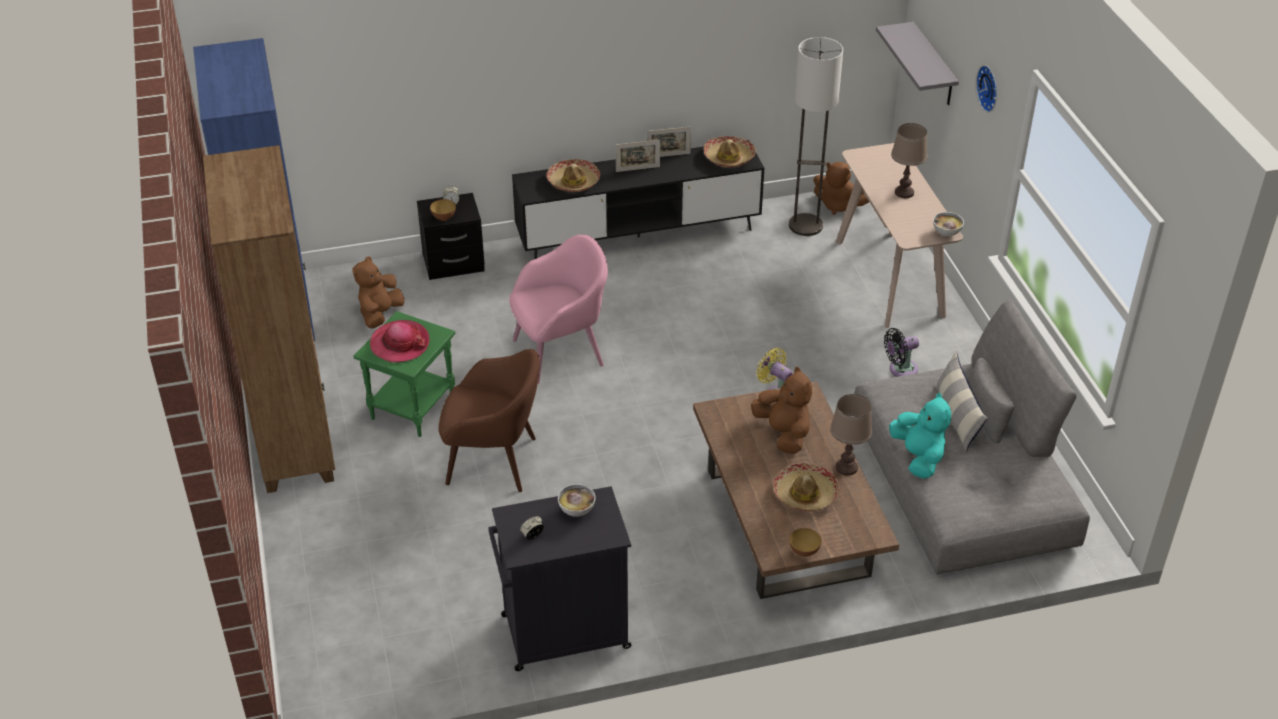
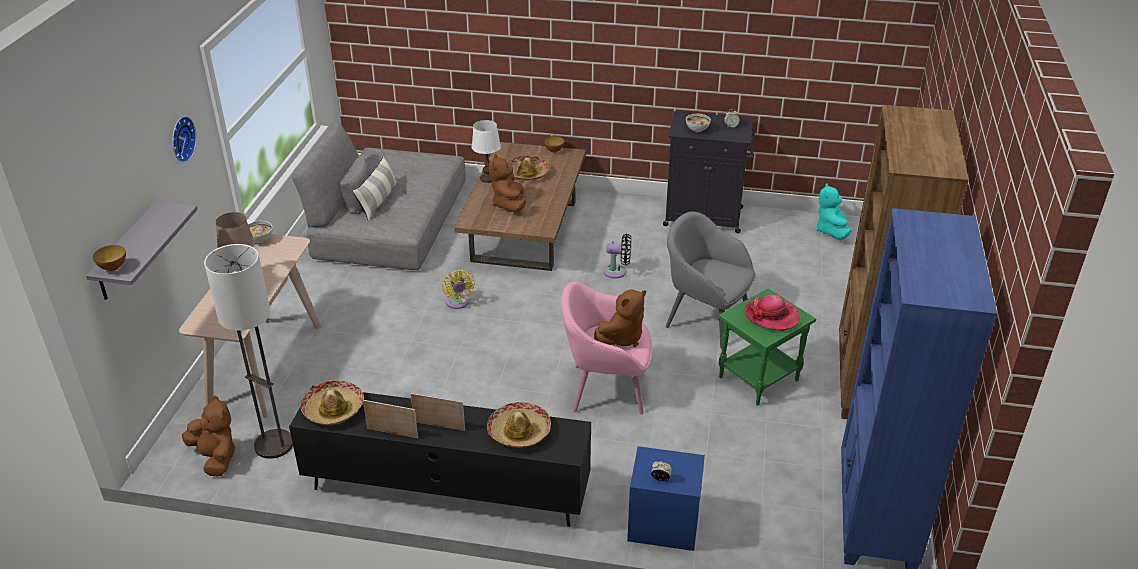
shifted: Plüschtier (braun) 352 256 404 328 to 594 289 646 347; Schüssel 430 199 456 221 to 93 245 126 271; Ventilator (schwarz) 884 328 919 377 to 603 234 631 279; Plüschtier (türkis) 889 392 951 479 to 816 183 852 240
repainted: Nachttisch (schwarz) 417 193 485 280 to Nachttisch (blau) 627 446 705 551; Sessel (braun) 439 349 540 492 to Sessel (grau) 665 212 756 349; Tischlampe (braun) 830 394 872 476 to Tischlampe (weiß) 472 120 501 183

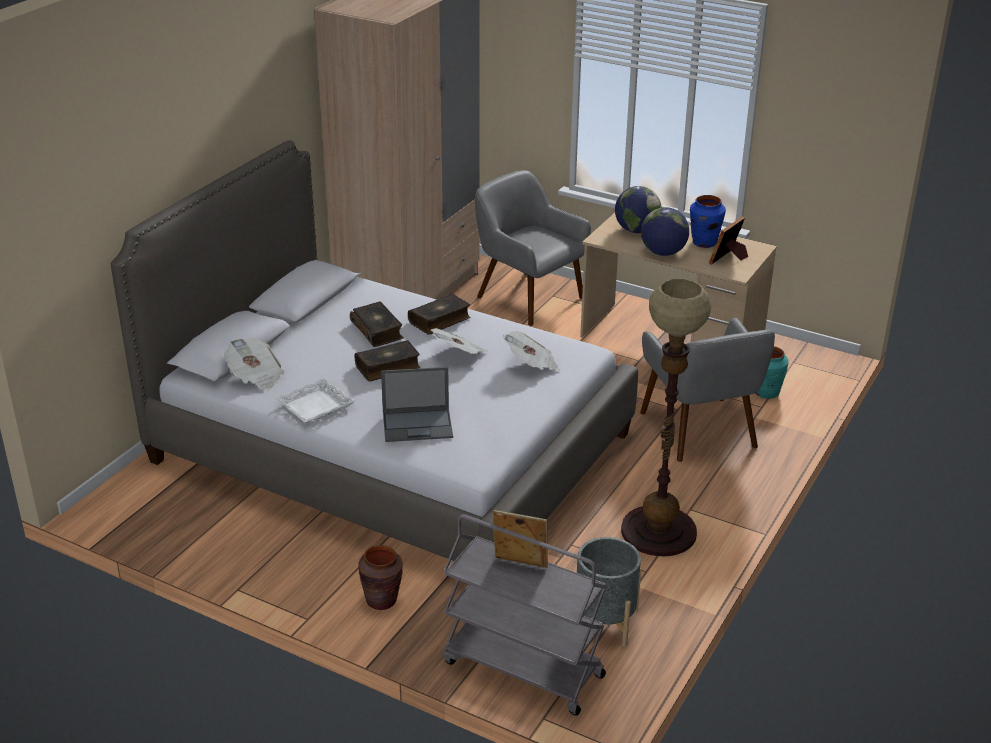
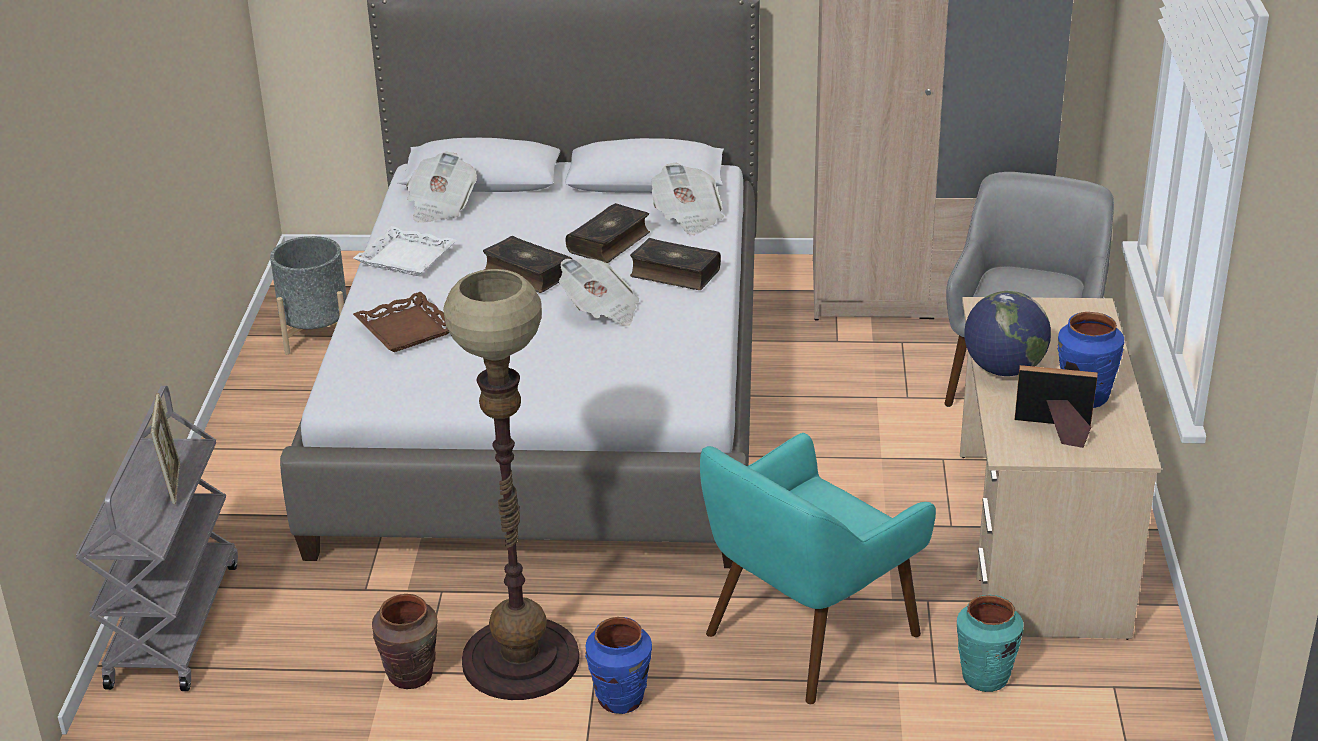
gone: Globus 615 186 662 233
new: Vase (blau) 585 617 652 714
shifted: Vase (braun) 358 545 403 610 to 372 594 438 689; Zeitung 503 332 560 371 to 651 163 724 235; Pflanzkübel (grau) 577 537 641 647 to 270 236 347 355
swapped: Laptop 381 367 453 442 to Tablett (braun) 353 292 449 352
repainted: Sessel (grau) 640 318 775 462 to Sessel (türkis) 700 433 936 705

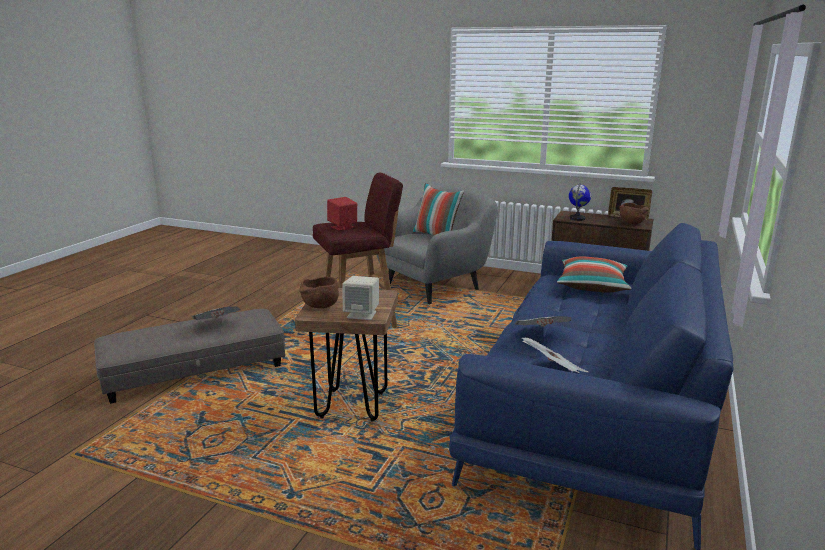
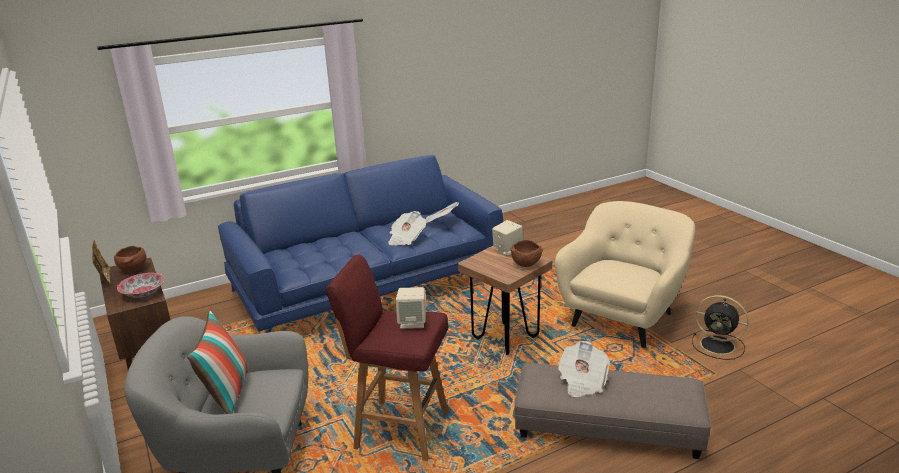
gone: Kissen 557 256 632 293
new: Sessel (beige) 555 201 695 348; Ventilator (schwarz) 692 295 749 360
swapped: Globus 569 183 591 221 to Schüssel 117 273 164 298
repainted: Lautsprecher (rot) 327 197 357 231 to Lautsprecher (beige) 396 287 426 329

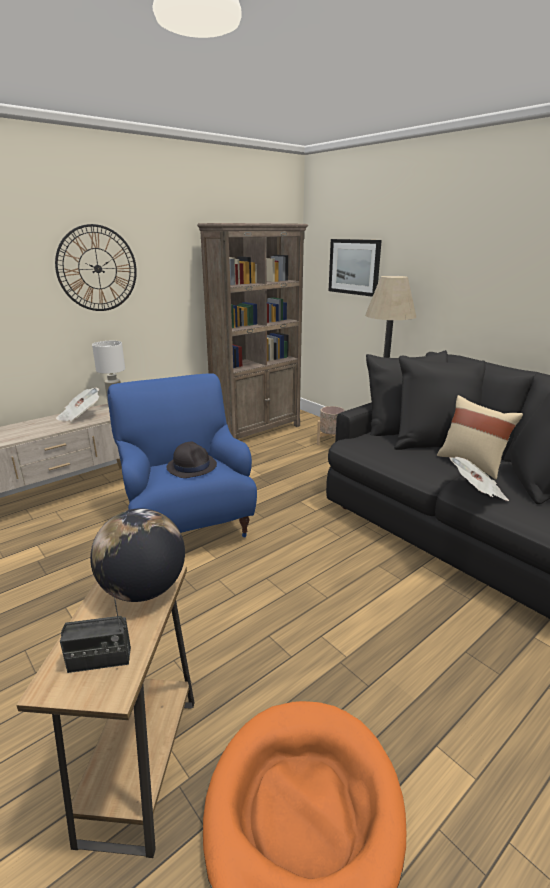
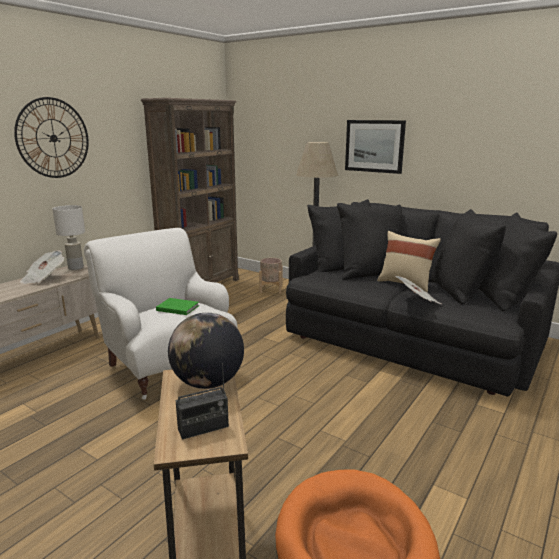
shifted: Bild 329 239 382 297 to 345 120 406 174
swapped: Hut (schwarz) 166 442 217 478 to Buch (grün) 156 298 199 315
repainted: Sessel (blau) 107 373 257 537 to Sessel (weiß) 84 228 237 400

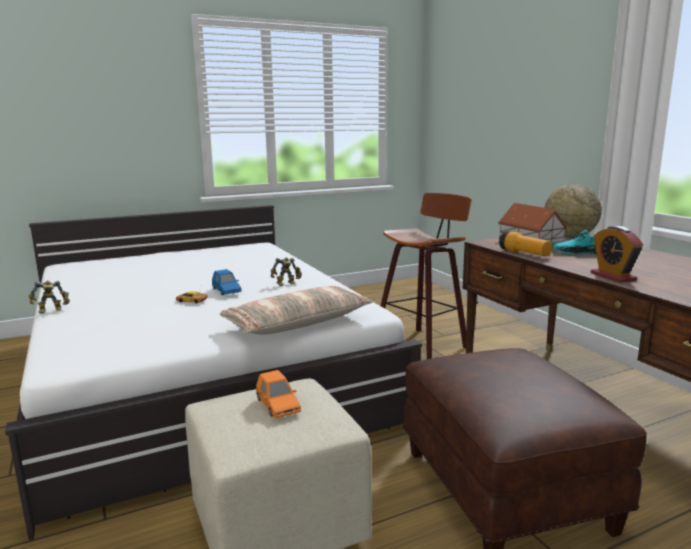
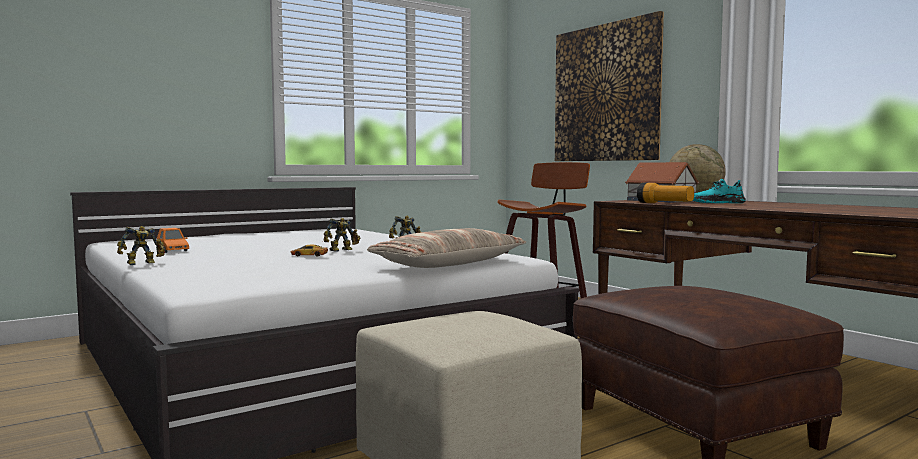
gone: Wecker 591 226 643 283
new: Bild 555 11 664 161
shifted: Spielzeugauto (orange) 256 370 301 418 to 157 228 189 253
swapped: Spielzeugauto (blau) 212 269 242 295 to Spielzeugroboter 324 218 360 252

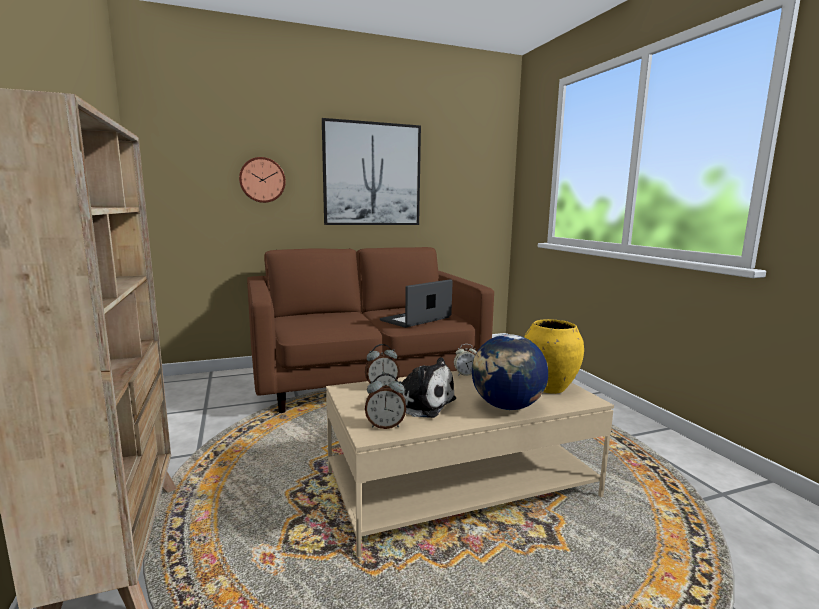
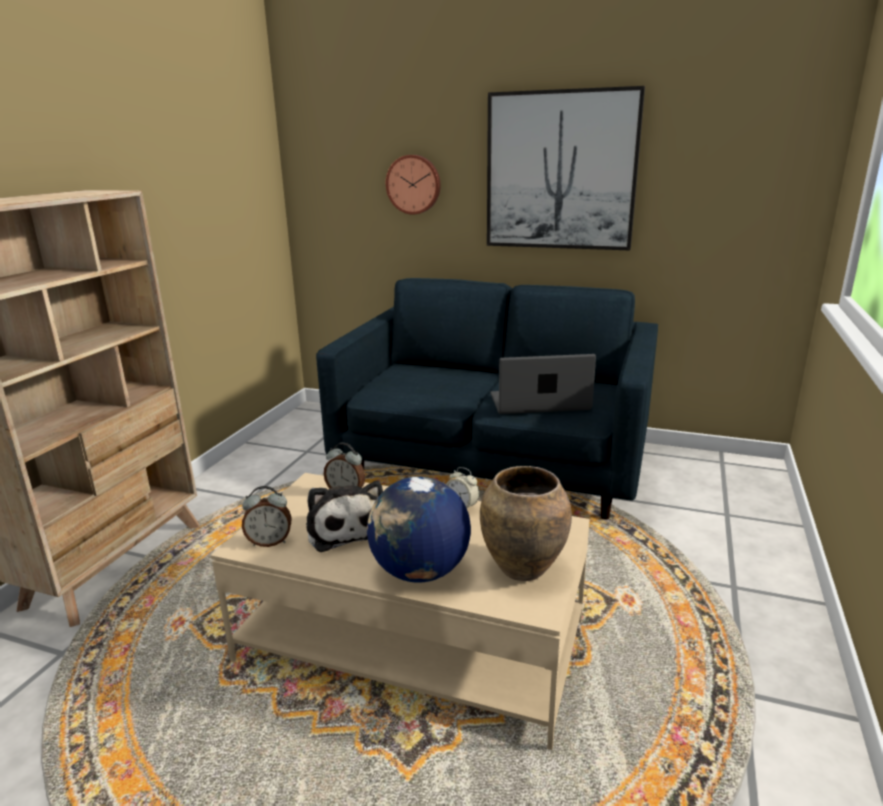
repainted: Sofa (braun) 247 247 494 413 to Sofa (blau) 316 278 658 520; Vase (gelb) 524 319 584 394 to Vase (braun) 480 466 572 581
rotated: Wecker 365 374 406 429 = 242 486 292 547 45 degrees counterclockwise

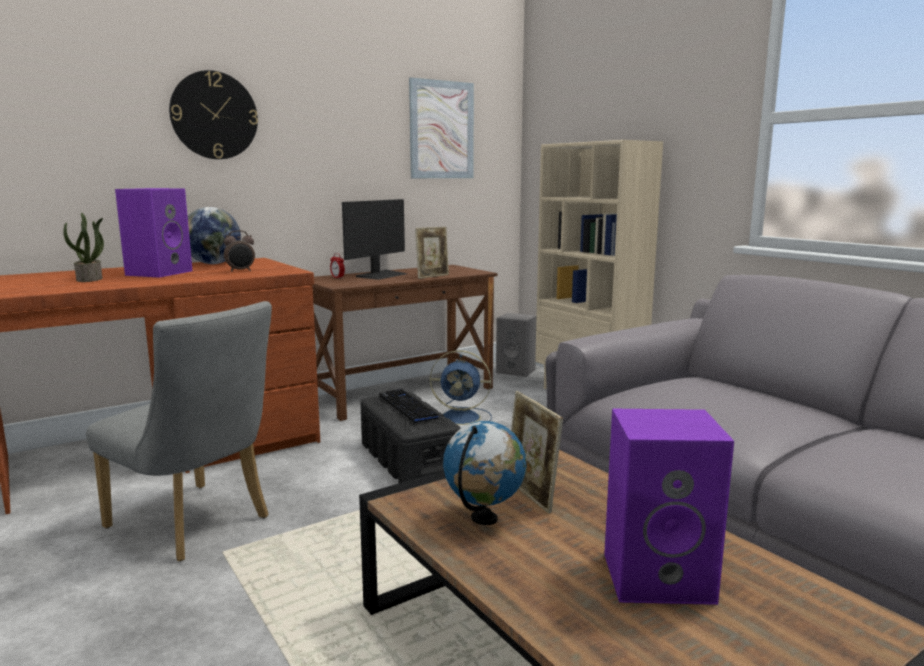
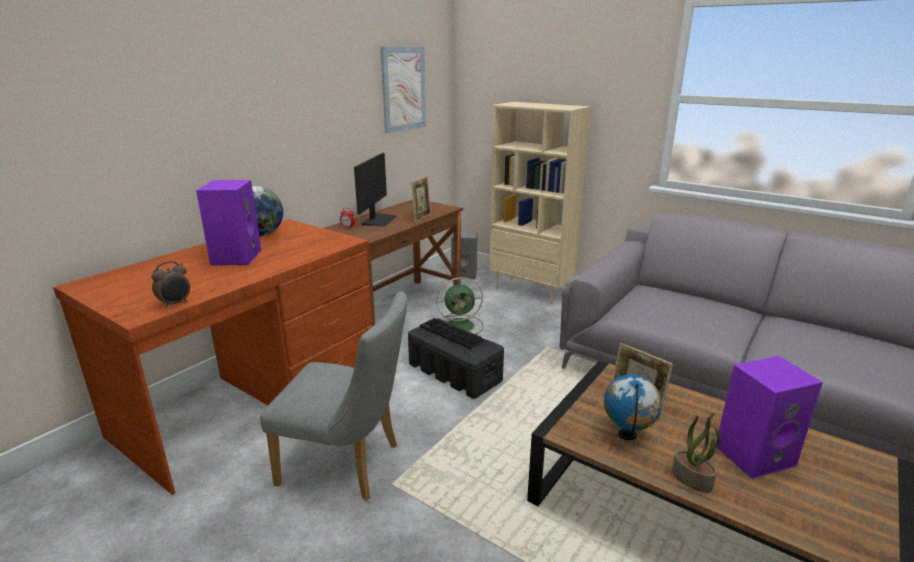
gone: Wanduhr 169 70 258 159
shifted: Topfpflanze 63 213 104 282 to 672 412 721 493; Wecker 224 230 255 272 to 152 261 190 308
repainted: Ventilator (blau) 430 350 492 425 to Ventilator (grün) 436 277 483 334

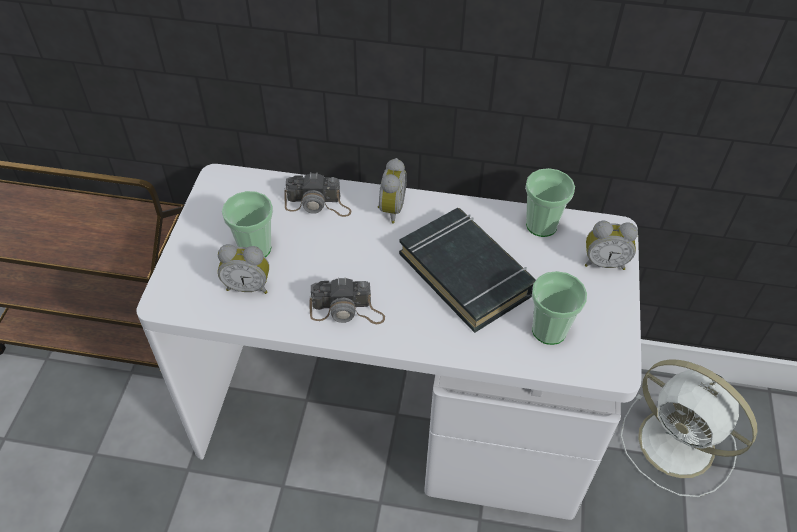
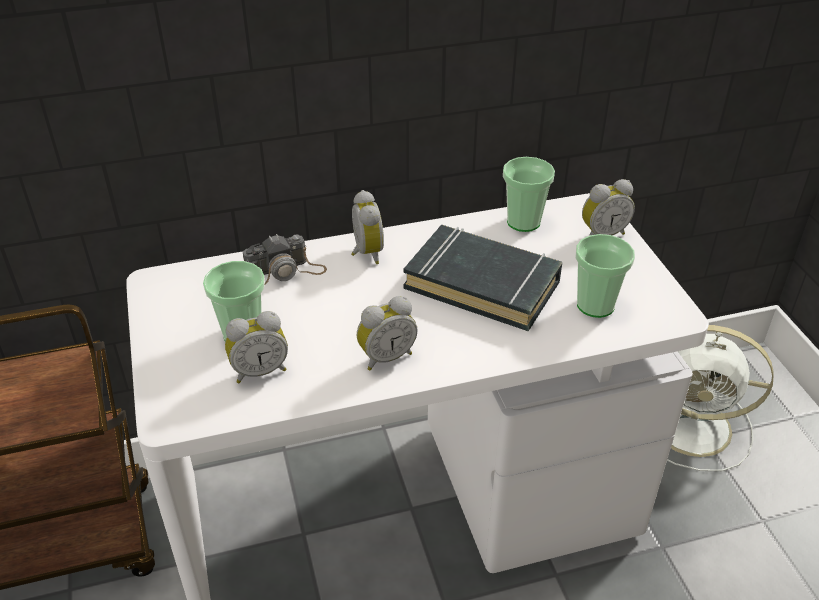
swapped: Kamera 309 277 385 324 to Wecker 357 296 418 371

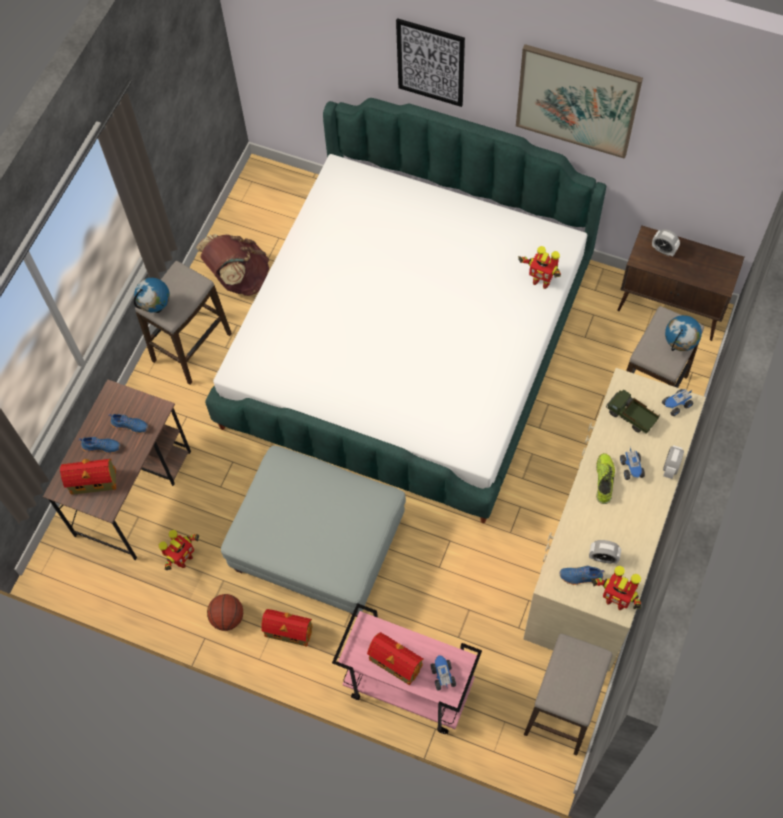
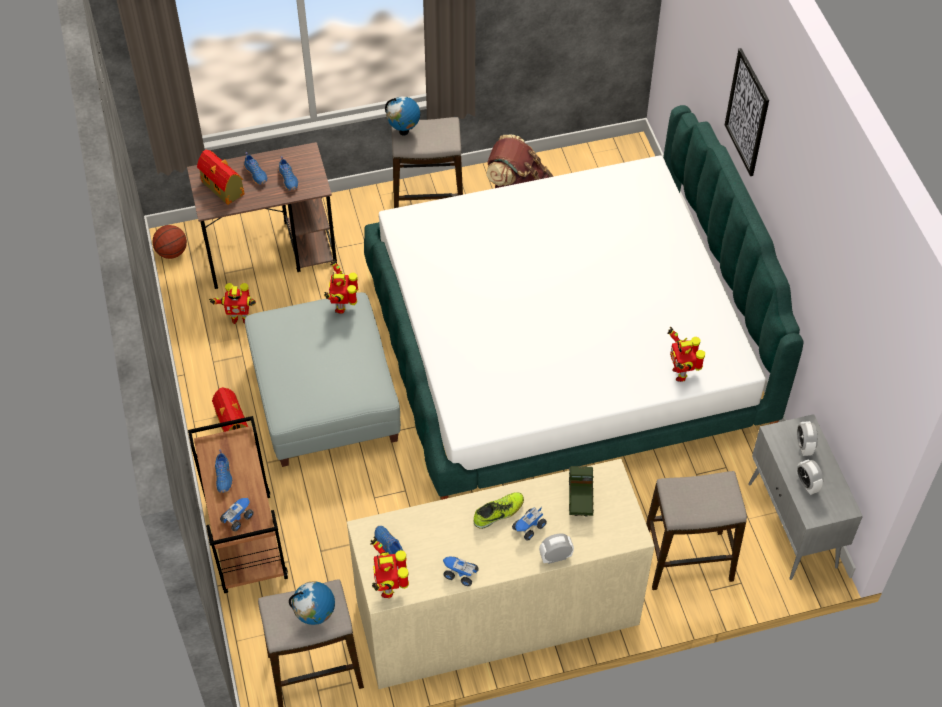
gone: Bild 516 44 643 159
new: Spielzeugroboter 324 259 359 314
shifted: Basketball 207 594 243 631 to 152 225 187 259; Wecker 589 540 621 564 to 796 459 823 495; Spielzeuglaster 662 389 693 416 to 443 556 479 586; Globus 665 315 702 351 to 289 581 335 625
swapped: Spielzeughaus 367 633 424 685 to Schuh (blau) 215 450 233 493
repainted: Rollwagen (rosa) 332 603 482 734 to Rollwagen (braun) 188 416 288 593; Schrank (braun) 617 225 744 341 to Schrank (grau) 748 414 863 580

